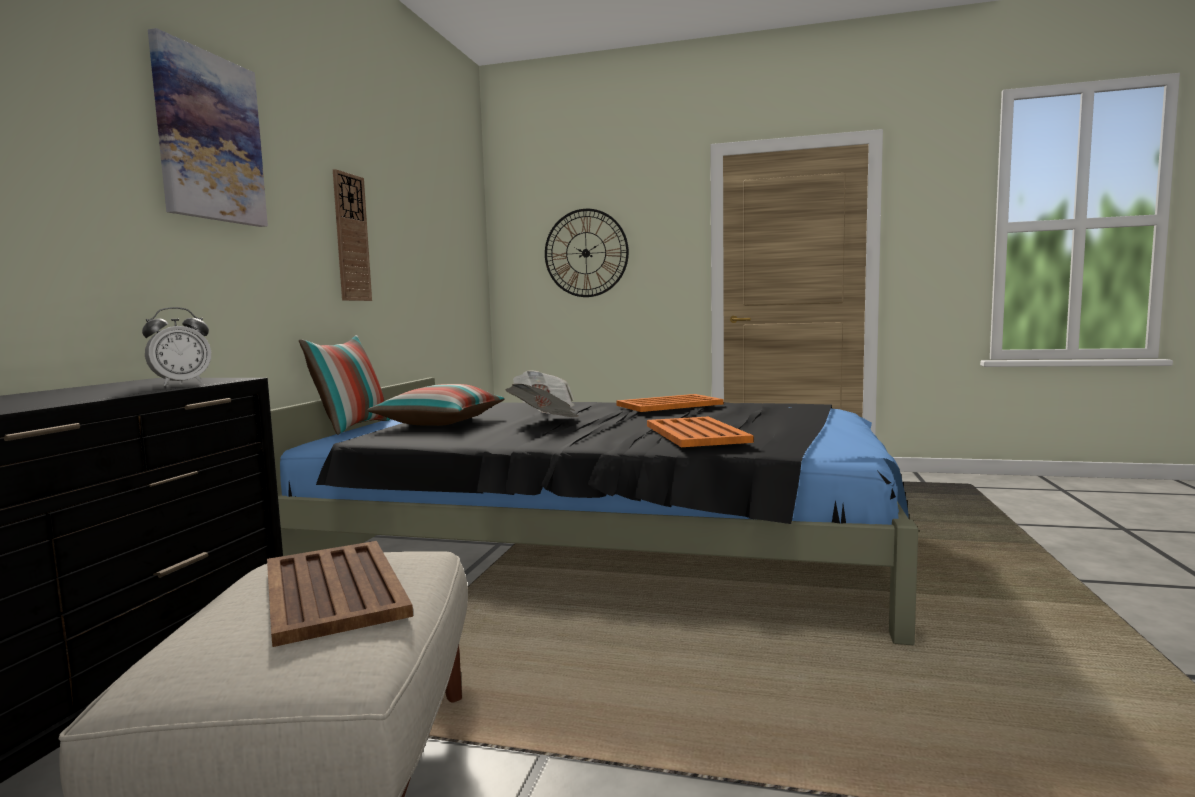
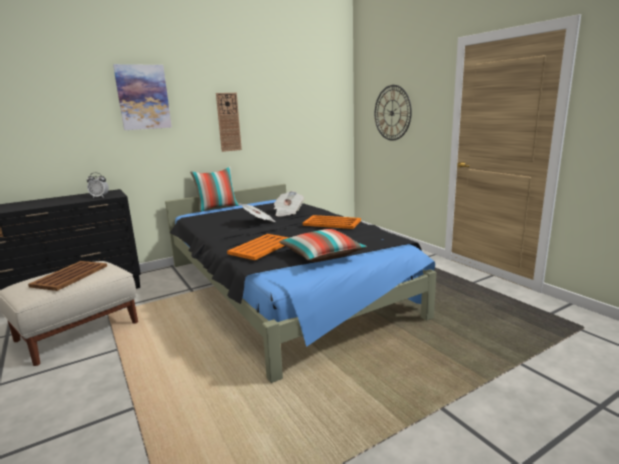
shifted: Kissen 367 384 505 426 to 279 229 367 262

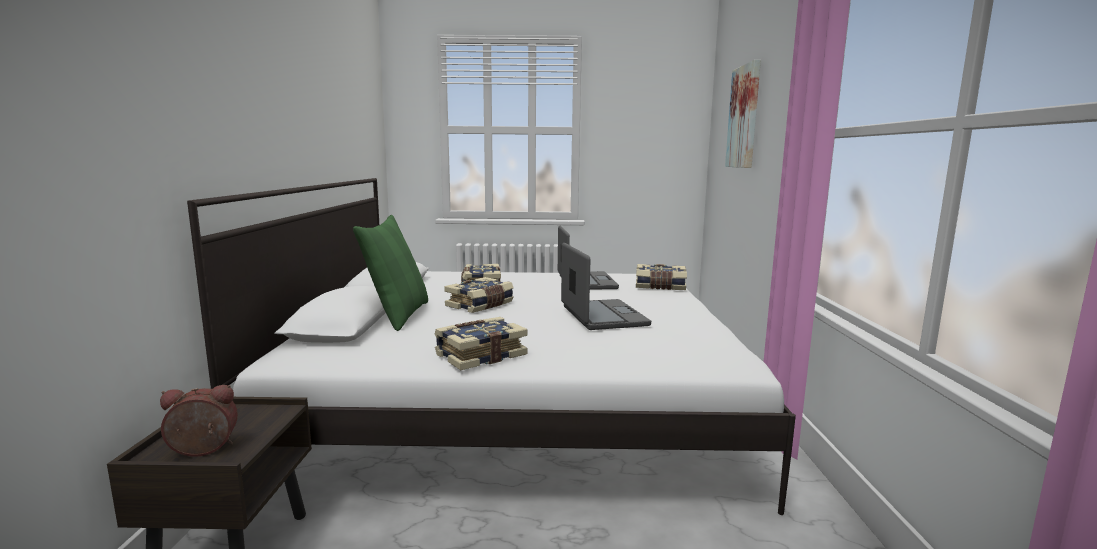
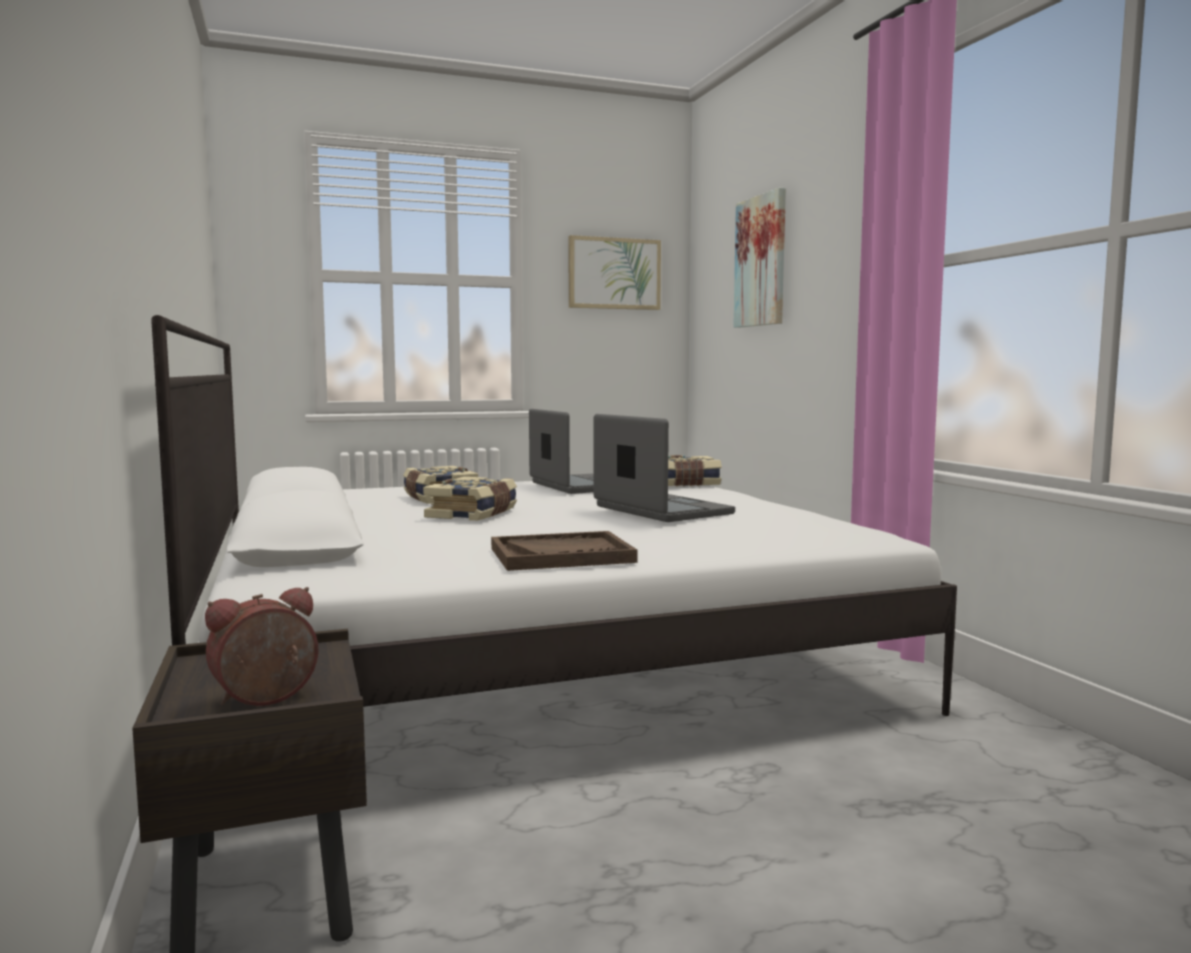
gone: Kissen (grün) 353 215 428 331
new: Bild 568 235 661 310
swapped: Buch 434 317 527 370 to Tablett (braun) 491 531 638 571

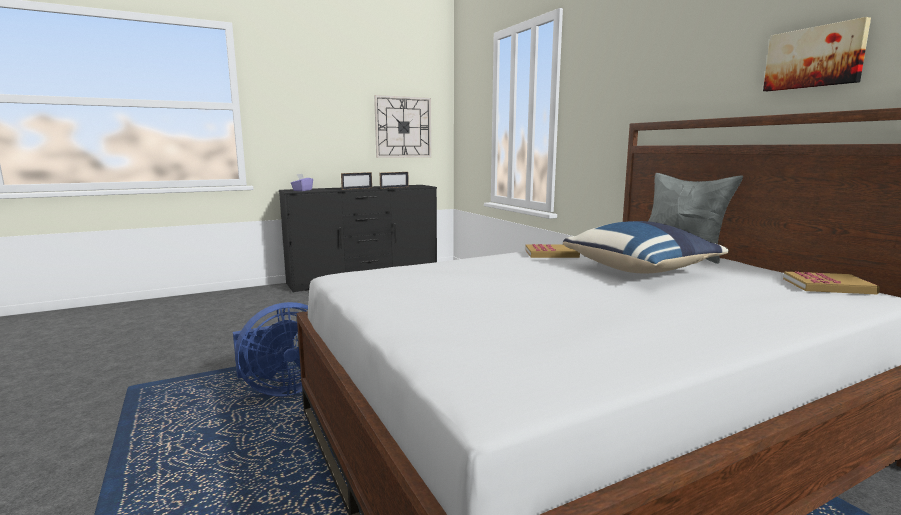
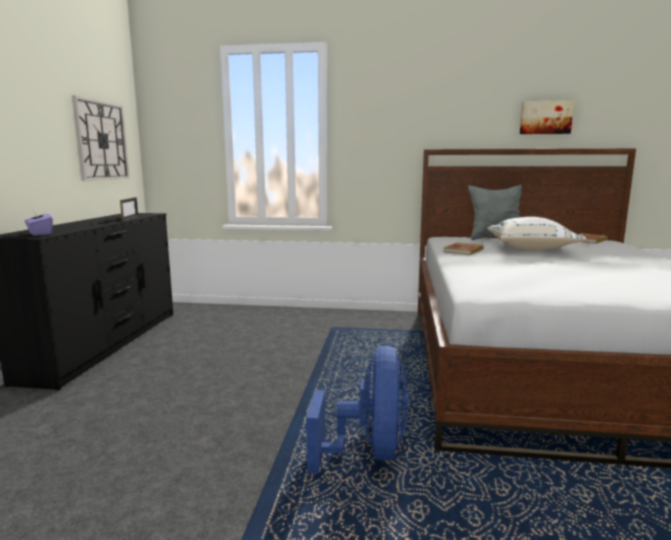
gone: Bilderrahmen 341 172 372 190
repainted: Kissen (blau) 563 221 729 273 to Kissen (weiß) 487 217 586 251

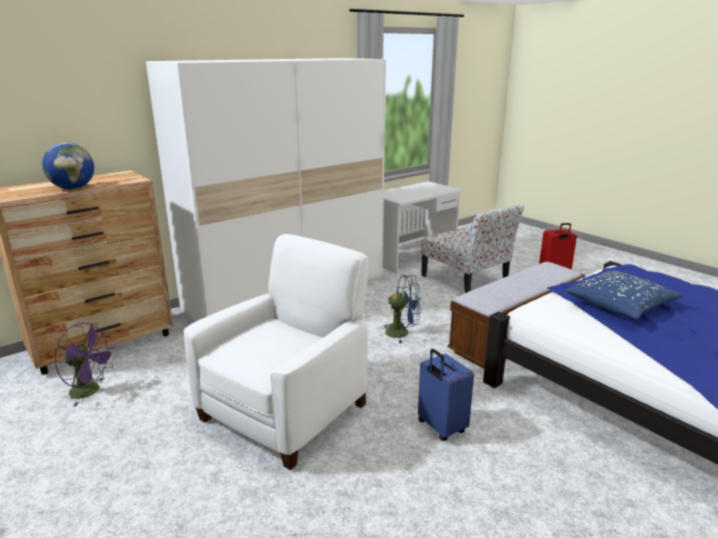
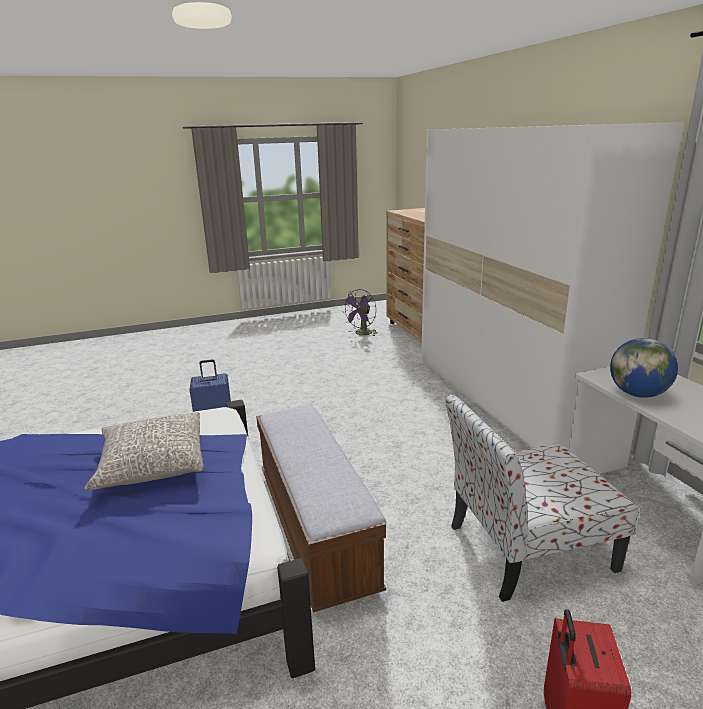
gone: Sessel (weiß) 184 234 369 470; Ventilator (blau) 380 275 421 343
shifted: Globus 42 143 94 189 to 610 338 678 398
repainted: Kissen (blau) 565 270 683 319 to Kissen (grau) 84 412 204 491

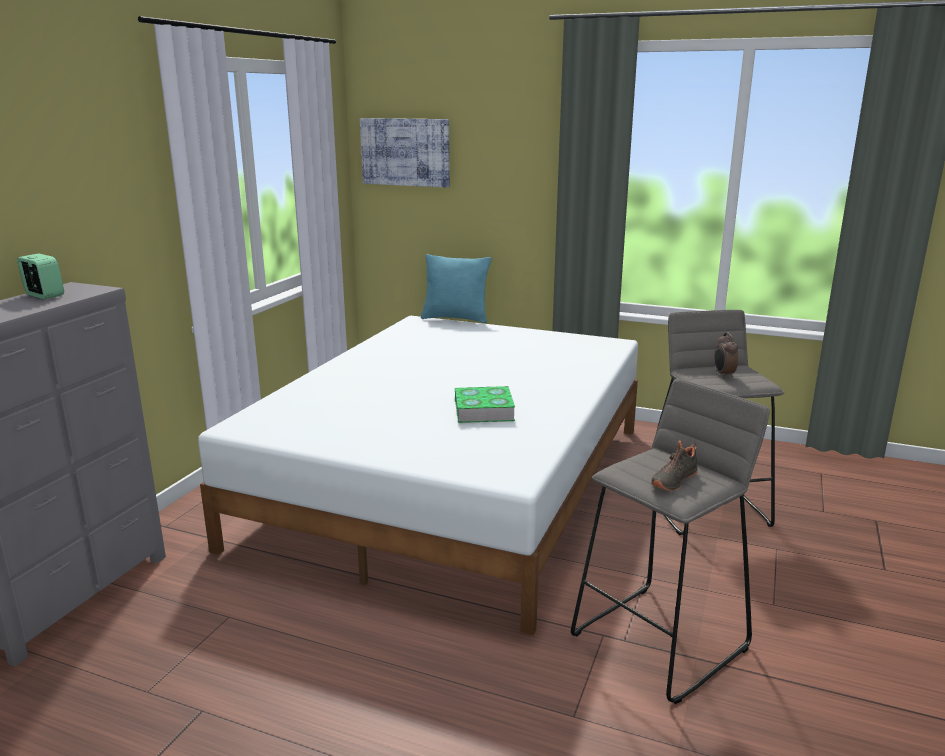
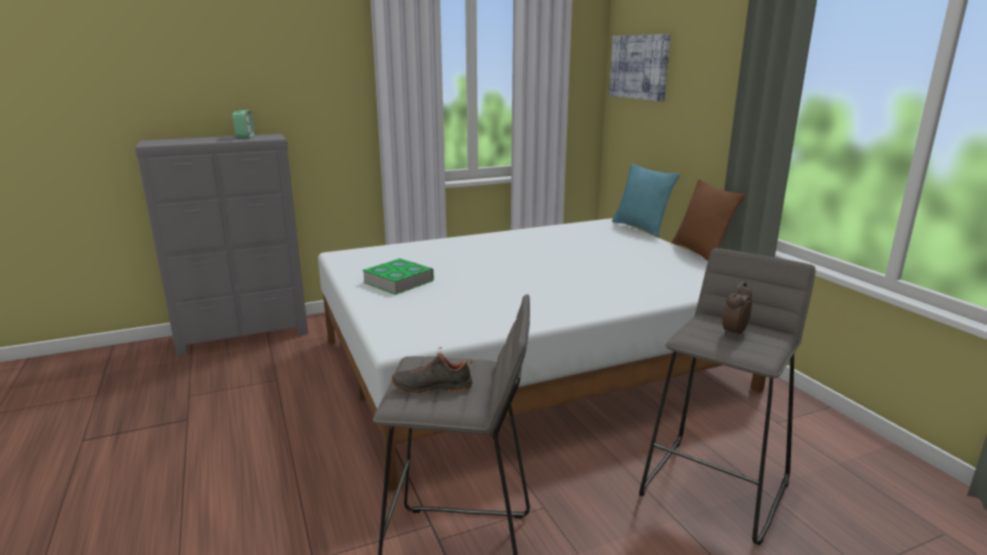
new: Kissen (braun) 672 179 745 261
shifted: Buch 455 386 515 423 to 362 258 434 295

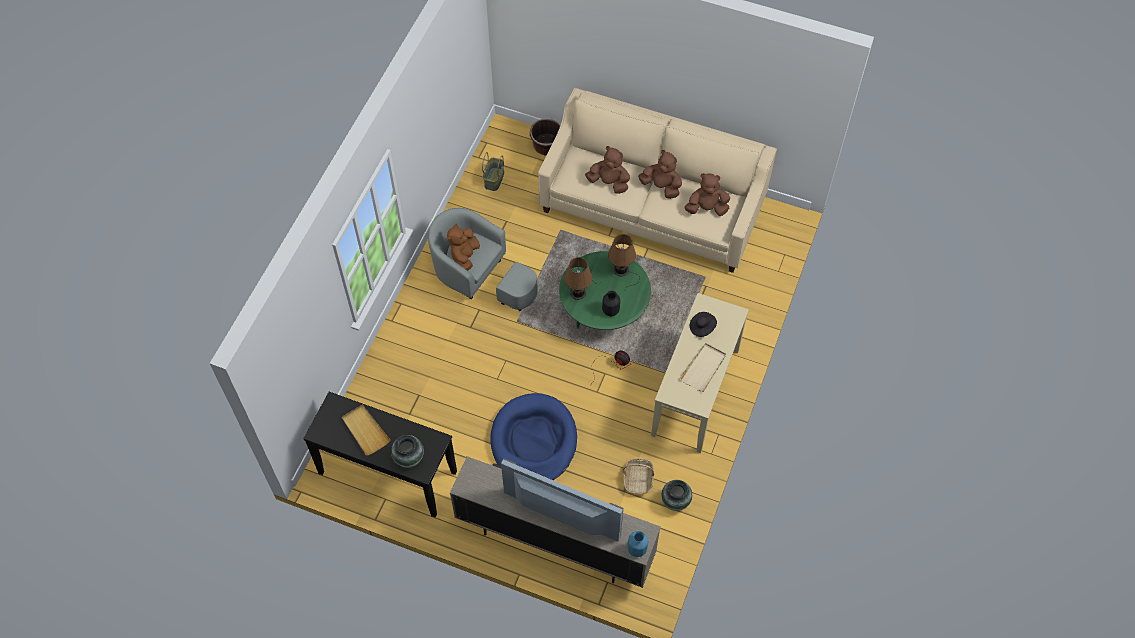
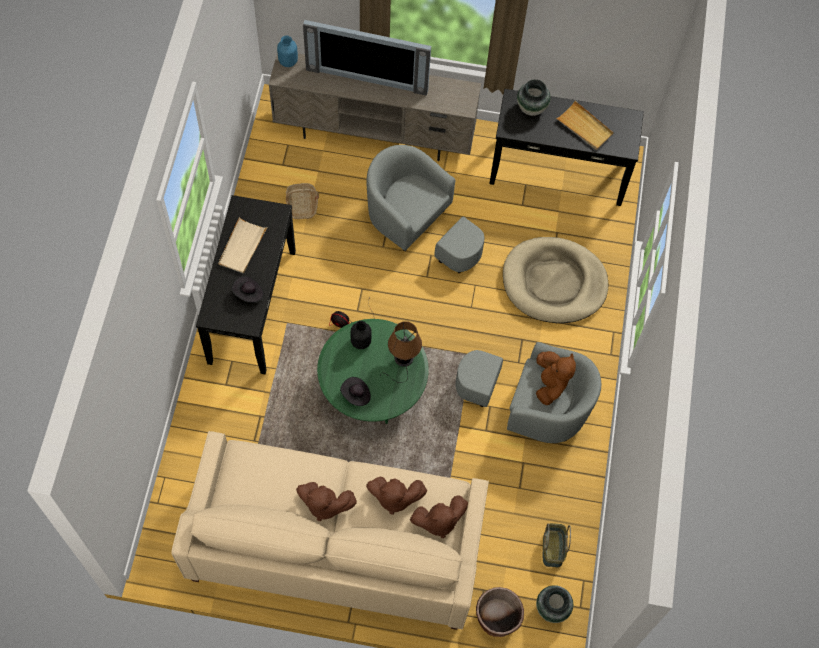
new: Hundebett (beige) 503 237 609 323
shifted: Vase 661 480 692 511 to 536 585 573 623; Plüschtier (braun) 685 173 730 216 to 410 495 468 538
swapped: Hundebett (blau) 491 393 577 480 to Sessel (grau) 366 145 484 273; Tischlampe (braun) 608 234 640 291 to Hut (schwarz) 340 377 371 406
repainted: Konsolentisch (beige) 651 293 749 453 to Konsolentisch (schwarz) 196 195 296 374

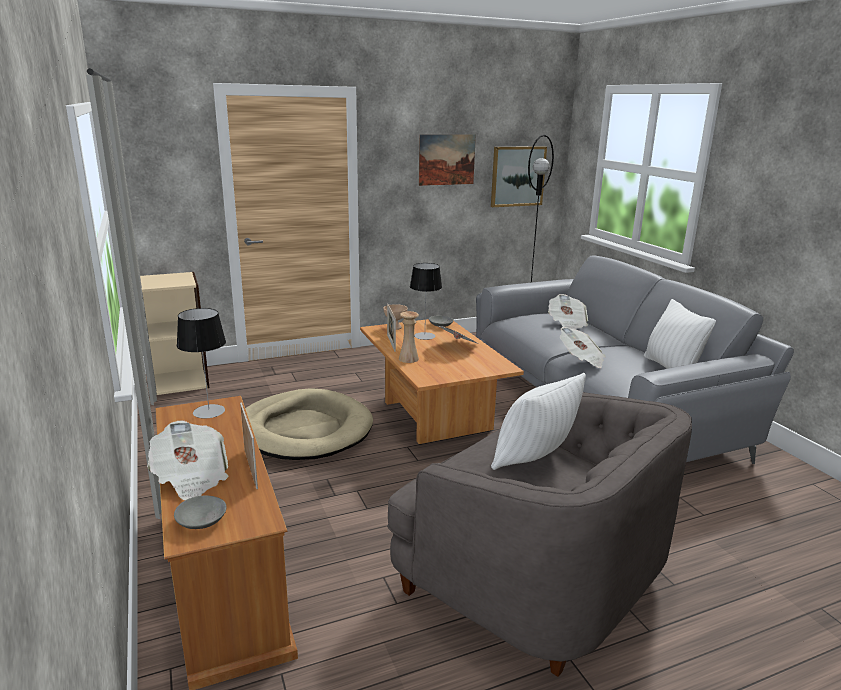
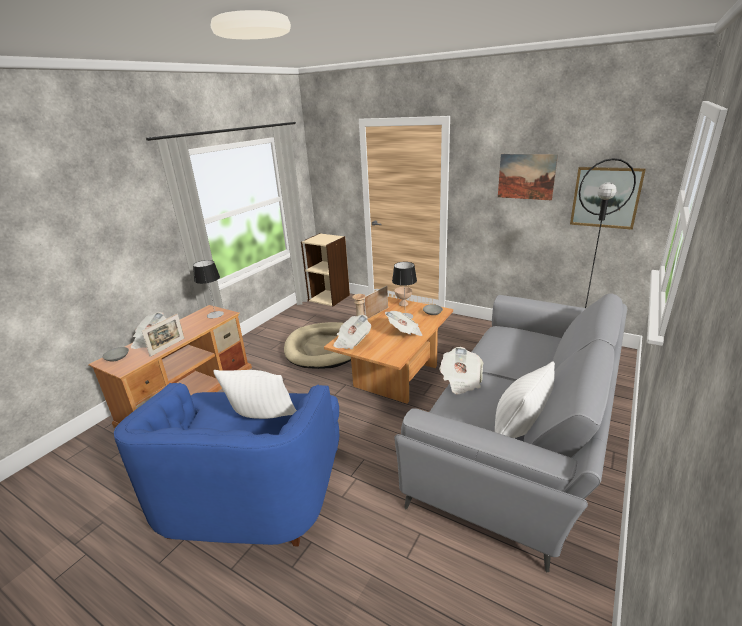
shifted: Zeitung 548 294 588 329 to 333 315 371 349
repainted: Sessel (grau) 387 392 692 677 to Sessel (blau) 114 383 339 547

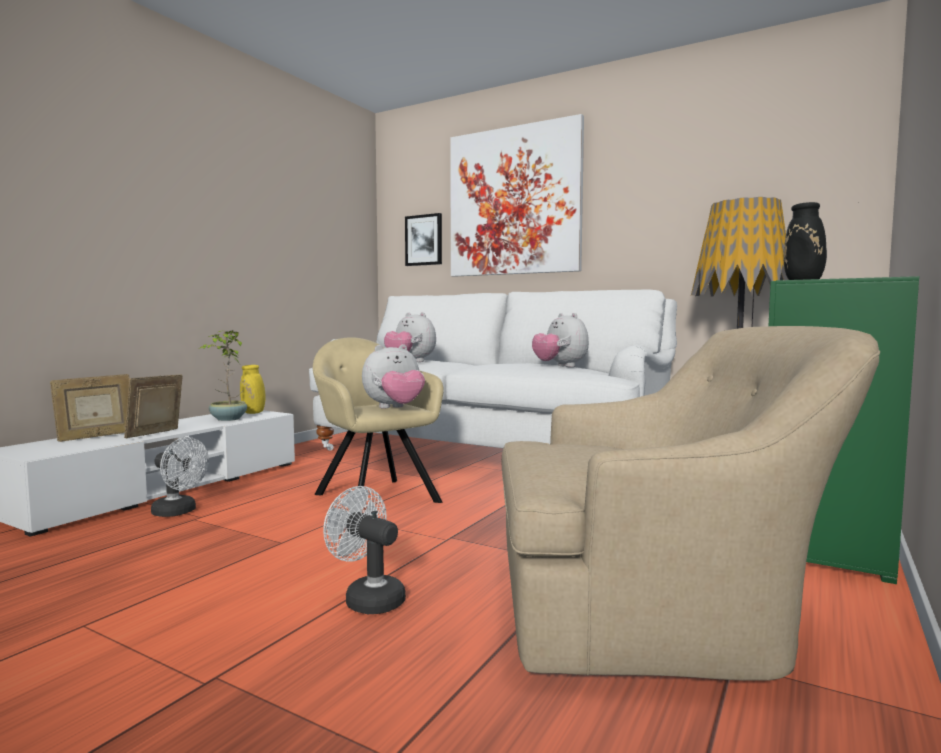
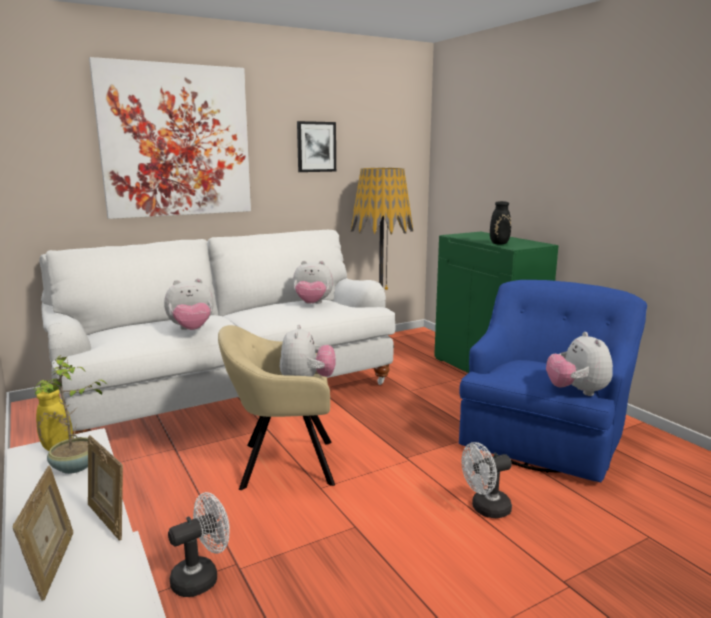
new: Plüschtier 546 332 613 396
shifted: Bild 405 213 442 266 to 297 121 336 172
repainted: Sessel (beige) 501 326 880 681 to Sessel (blau) 459 280 647 482

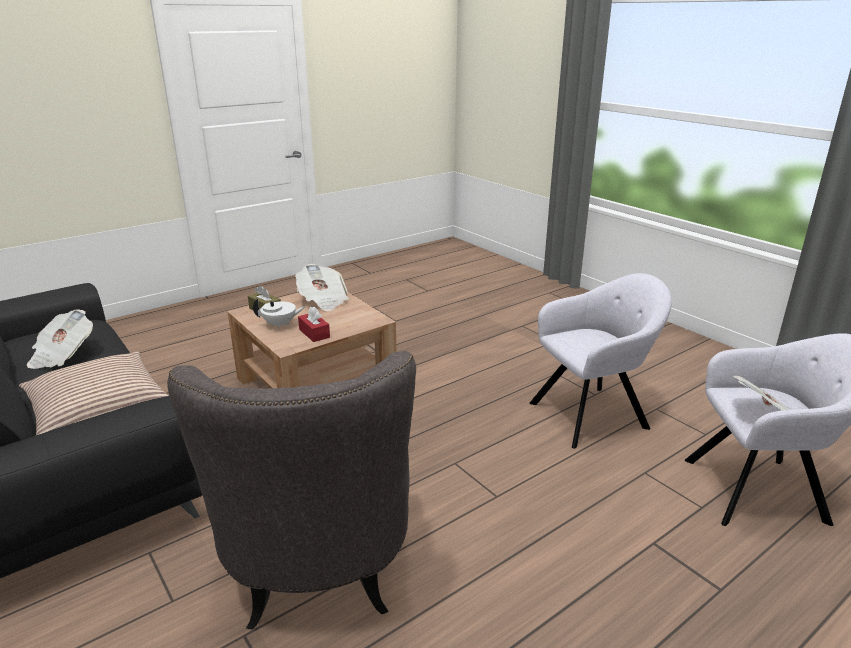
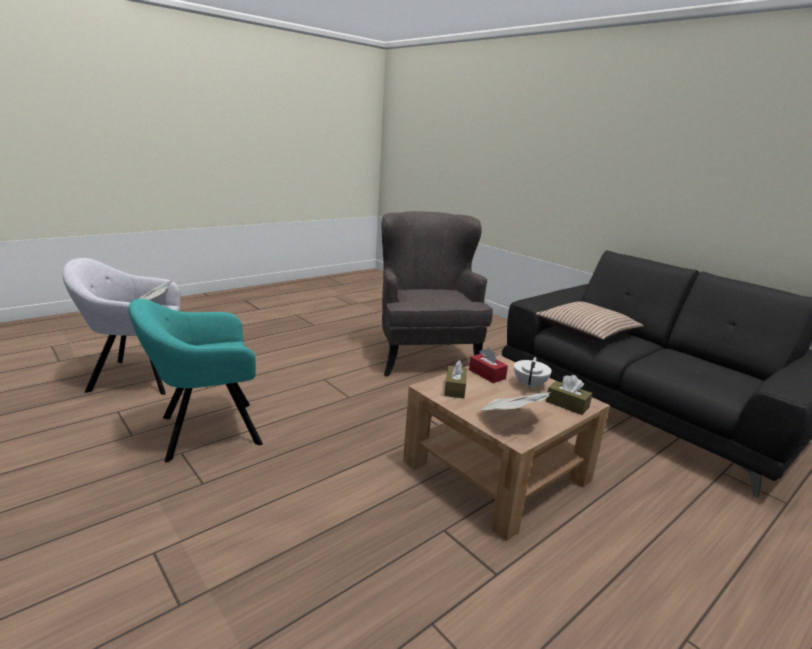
gone: Zeitung 26 309 93 369
new: Taschentuchbox (braun) 444 360 467 398
repainted: Sessel (grau) 529 273 672 449 to Sessel (türkis) 128 299 263 462
rotated: Teekanne (weiß) 253 298 305 329 = 514 357 552 388 120 degrees clockwise

